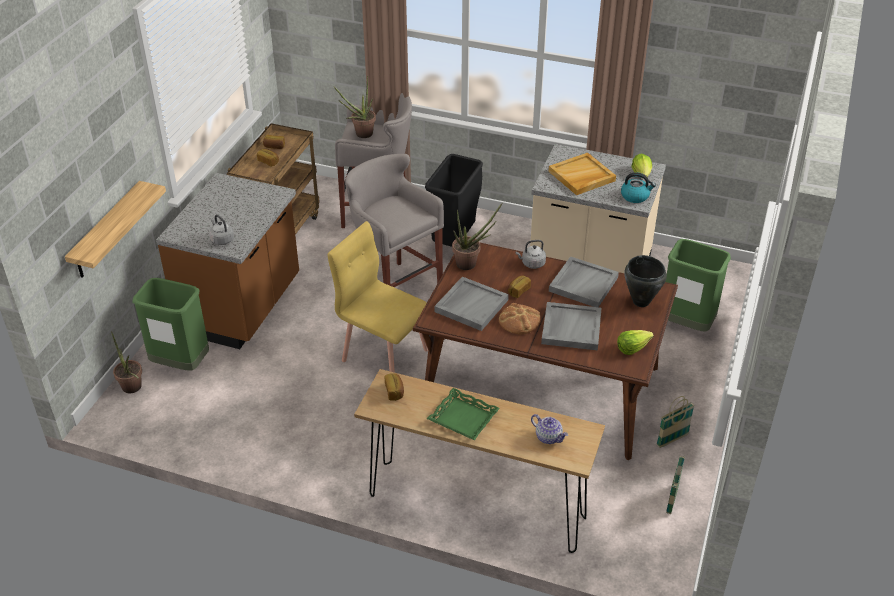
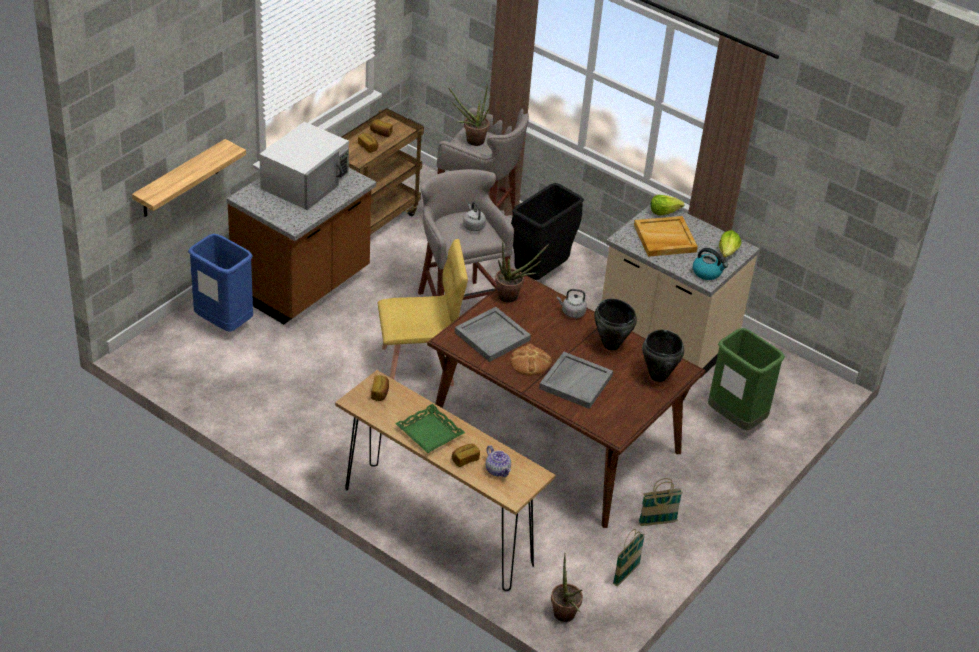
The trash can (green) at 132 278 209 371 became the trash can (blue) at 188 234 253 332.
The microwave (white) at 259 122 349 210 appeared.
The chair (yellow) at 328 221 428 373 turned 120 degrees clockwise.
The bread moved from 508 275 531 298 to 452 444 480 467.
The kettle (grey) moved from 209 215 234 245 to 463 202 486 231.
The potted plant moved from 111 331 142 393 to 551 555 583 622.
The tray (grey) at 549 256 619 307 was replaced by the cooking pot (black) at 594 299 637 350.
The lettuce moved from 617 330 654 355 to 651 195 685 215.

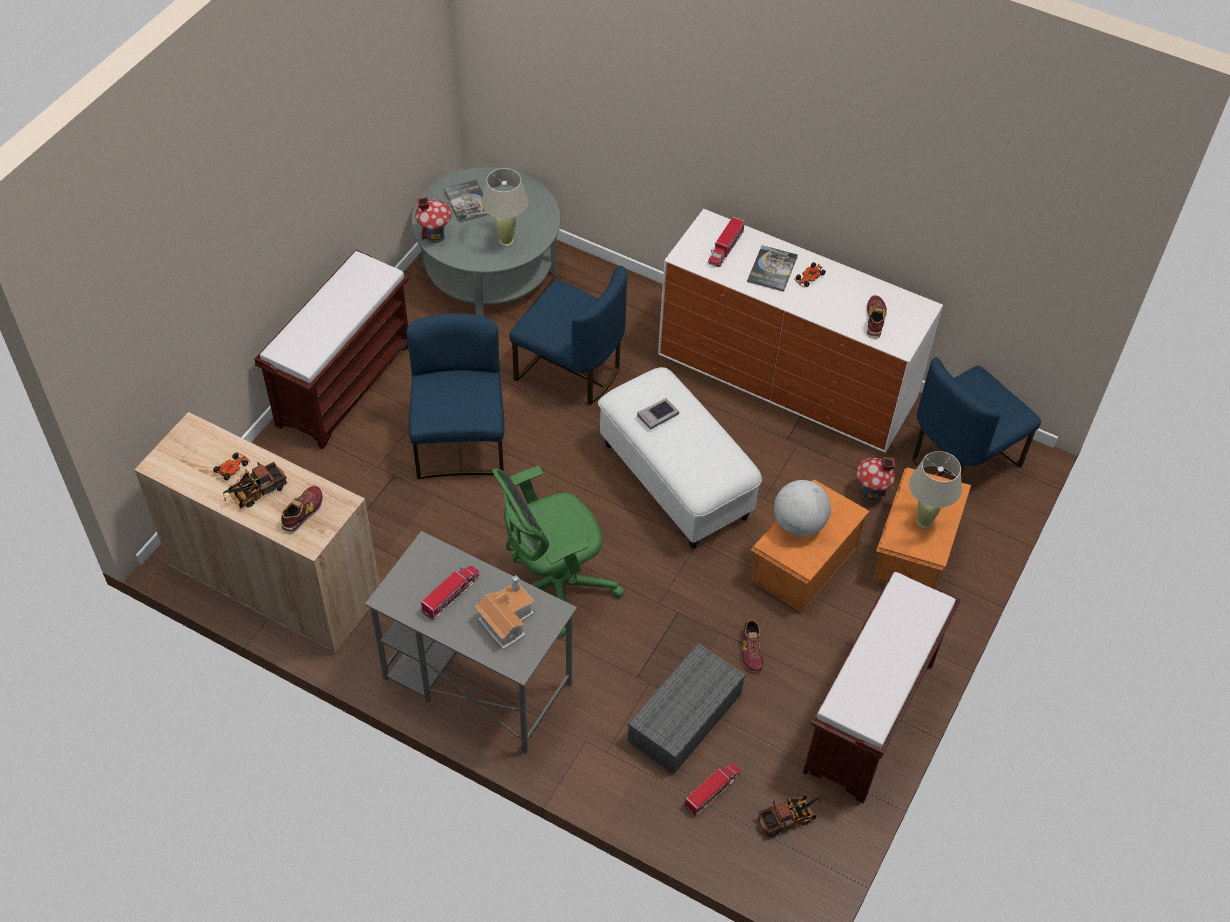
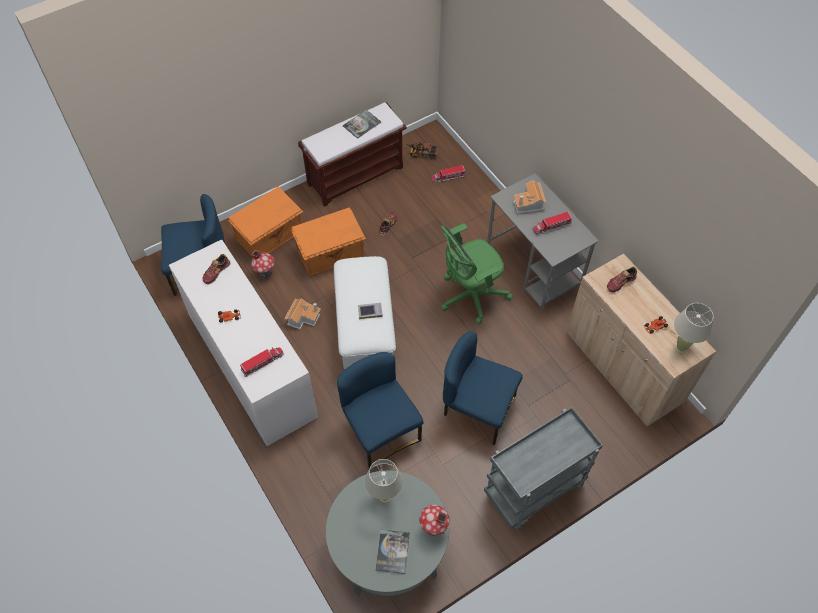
The toy house at 284 298 321 329 appeared.
The book moved from 747 245 798 292 to 343 110 381 139.
The office chair (green) at 492 466 625 637 turned 150 degrees clockwise.
The chair (blue) at 406 313 504 479 turned 90 degrees clockwise.
The bench (brown) at 254 250 410 449 was replaced by the cart (grey) at 484 407 603 529.
The table lamp (beige) moved from 909 451 962 529 to 674 303 714 353.
The toy truck at 223 461 287 509 disappeared.
The storage box (grey) at 628 643 745 775 disappeared.
The globe at 774 480 831 536 disappeared.

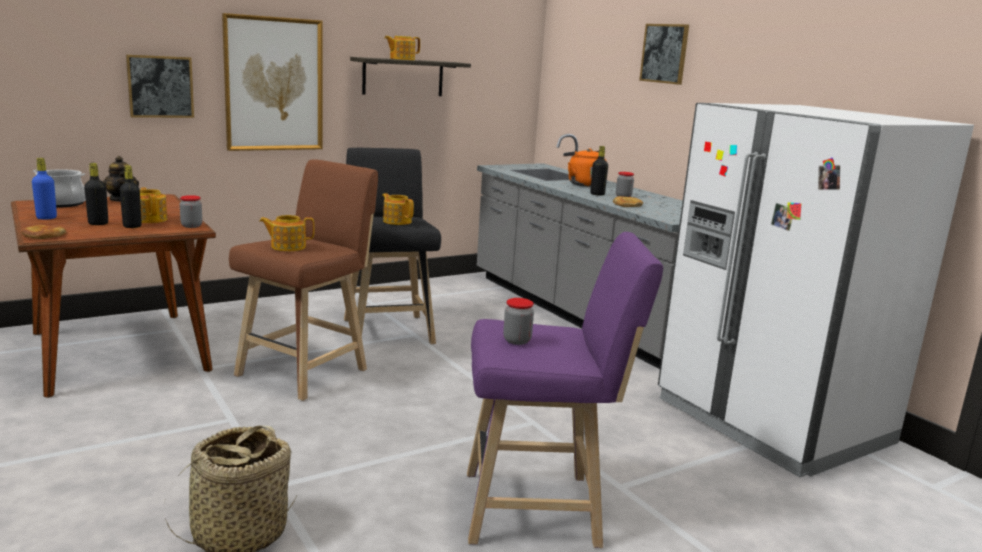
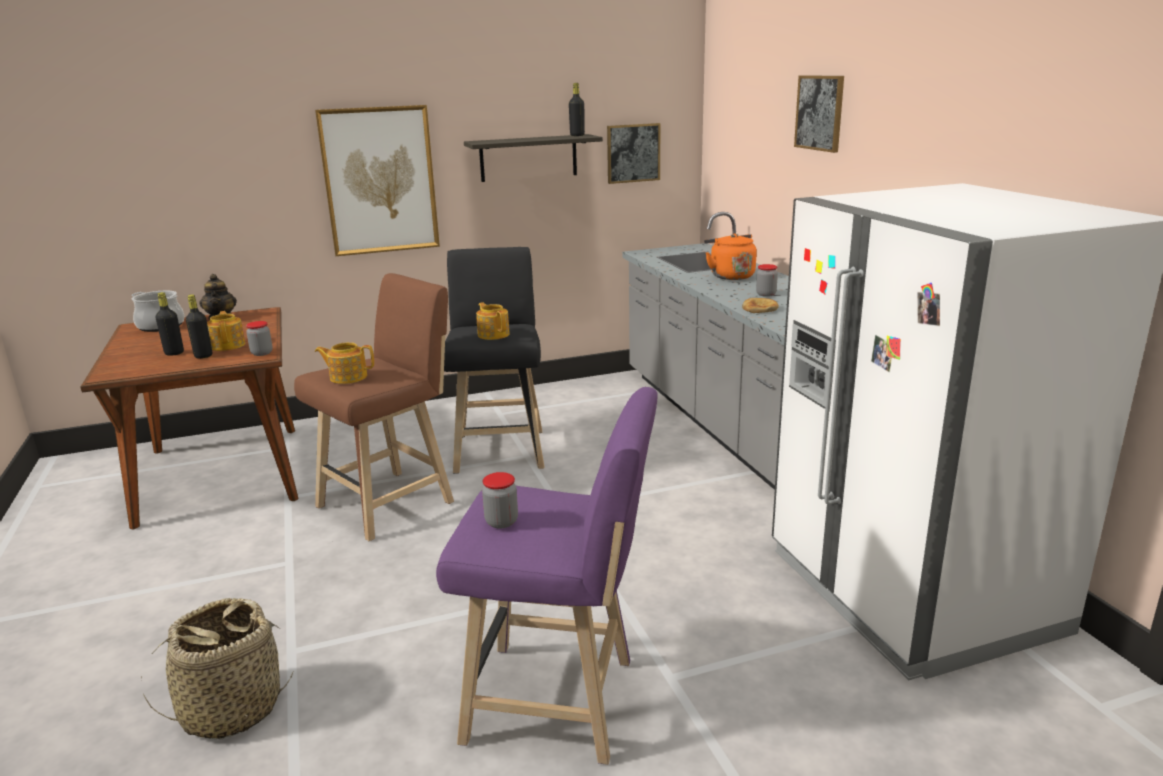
The bottle (black) moved from 590 146 608 196 to 569 83 585 136.
The picture moved from 126 54 194 118 to 607 123 661 184.
The bread at 21 225 66 239 disappeared.
The bottle (blue) at 32 158 57 219 disappeared.
The teapot at 384 36 420 60 disappeared.

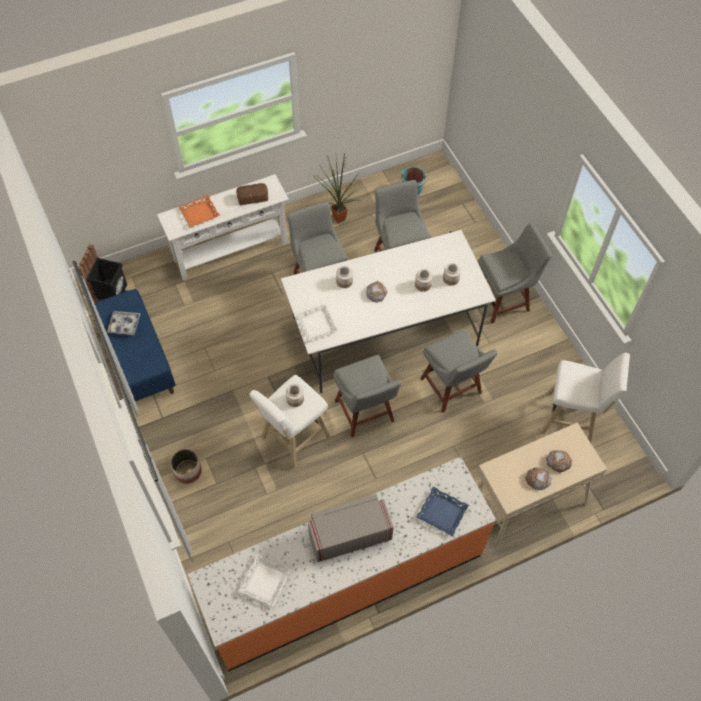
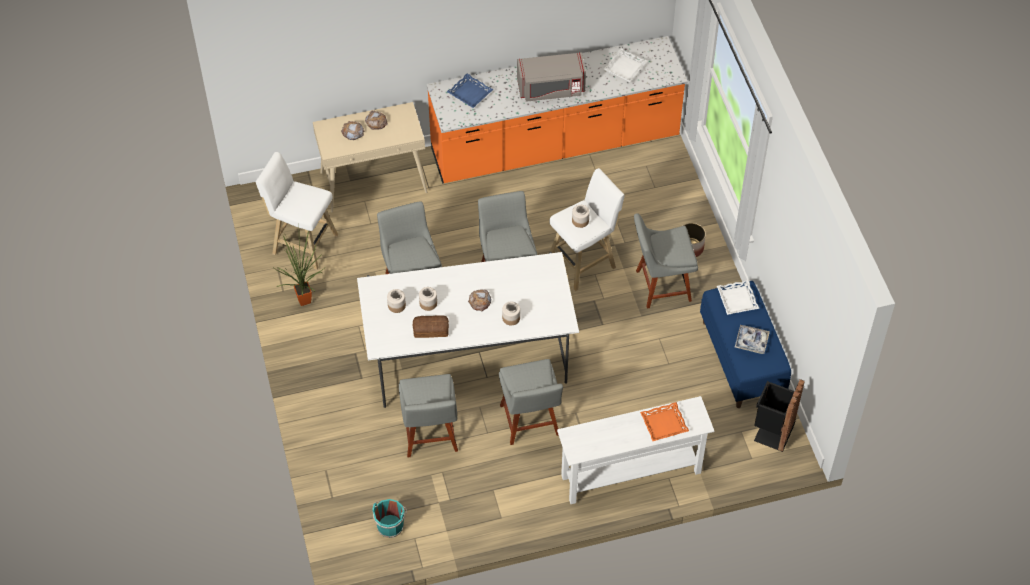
The potted plant moved from 313 153 361 223 to 274 230 323 306.
The bread moved from 236 183 268 205 to 413 315 449 338.
The chair (grey) moved from 478 223 552 323 to 634 213 698 309.
The tray (white) moved from 295 304 338 342 to 717 280 759 315.

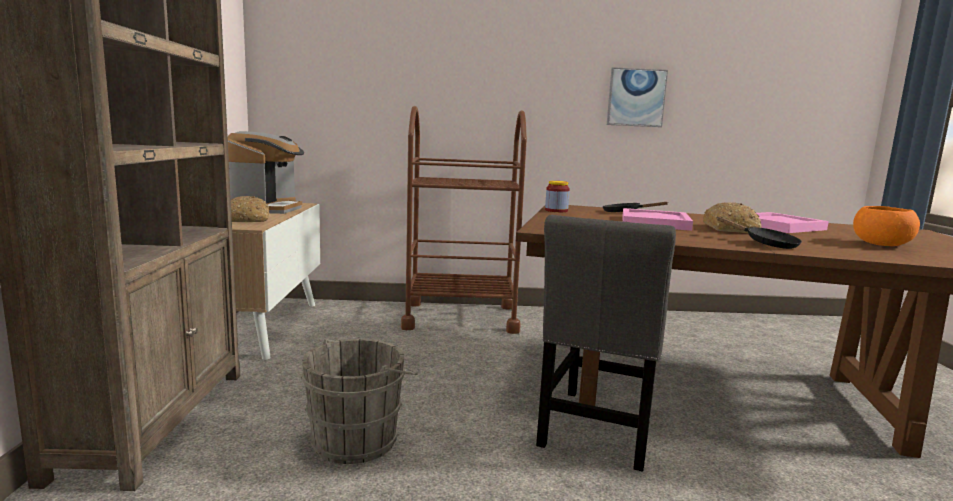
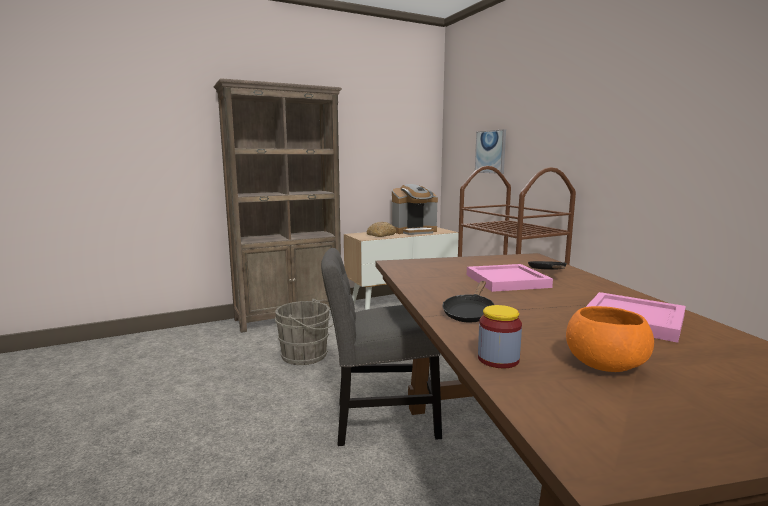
The picture moved from 607 67 668 127 to 475 129 506 174.
The jar moved from 545 181 570 212 to 478 305 522 368.
The bread at 703 202 762 233 disappeared.

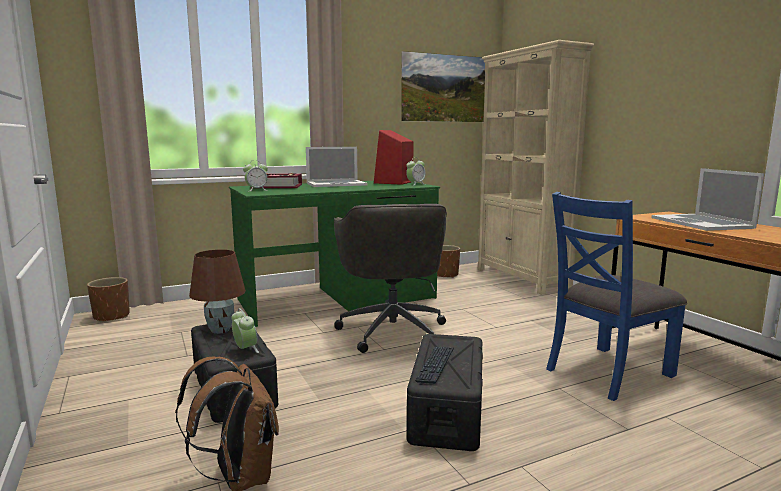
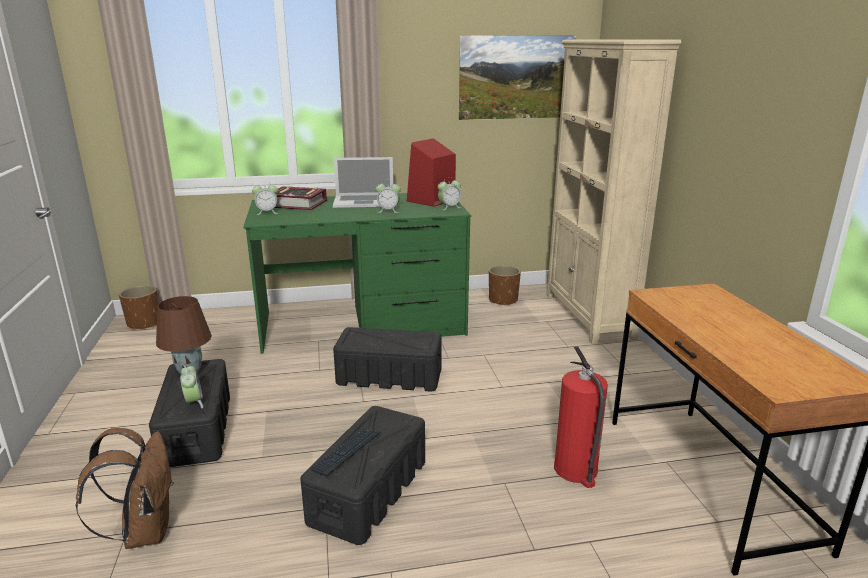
The office chair (grey) at 334 204 447 353 was replaced by the storage box (black) at 333 327 442 391.
The alarm clock at 375 180 401 213 appeared.
The chair (blue) at 546 192 687 401 was replaced by the fire extinguisher at 554 346 608 488.
The laptop at 651 168 764 231 disappeared.

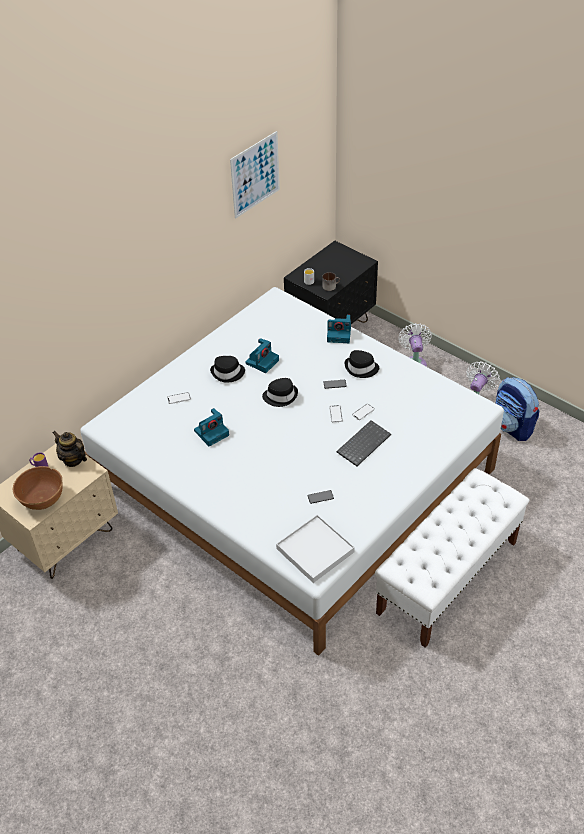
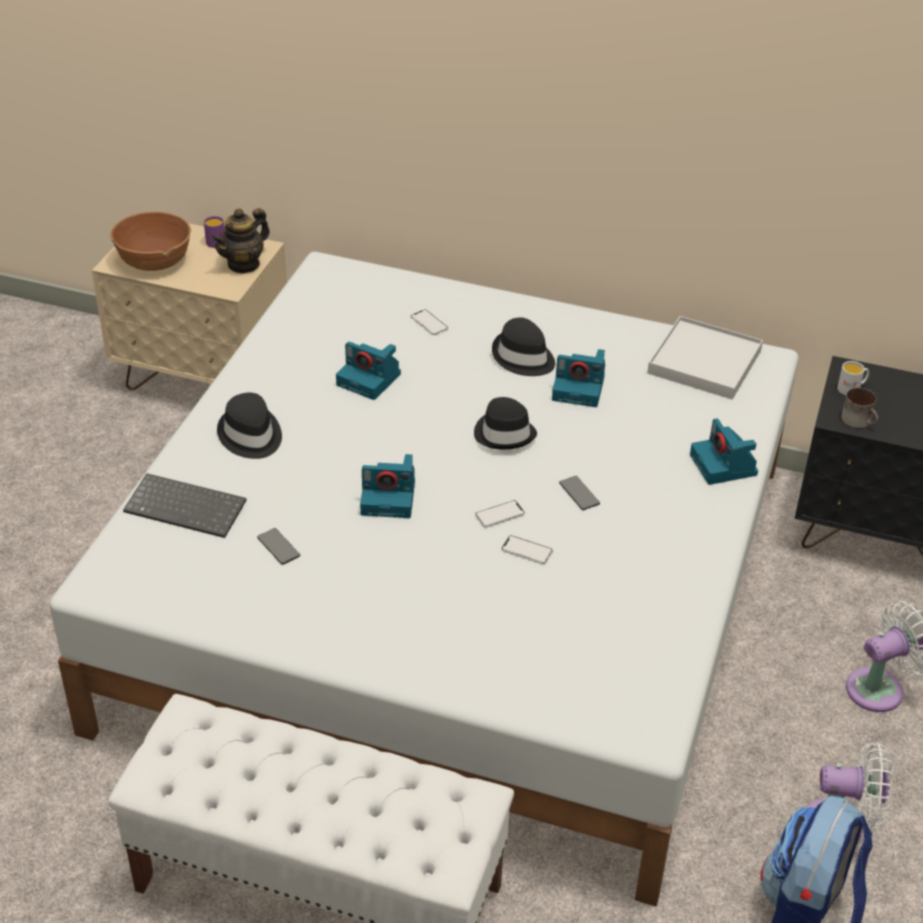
The keyboard moved from 337 420 391 466 to 123 473 246 538.
The teapot at 53 431 87 467 turned 150 degrees counterclockwise.
The hat (black) moved from 344 350 379 378 to 217 393 282 459.
The photo camera at 360 454 415 518 appeared.
The tray (white) moved from 276 515 355 583 to 647 316 763 400.
The picture at 230 131 280 219 disappeared.

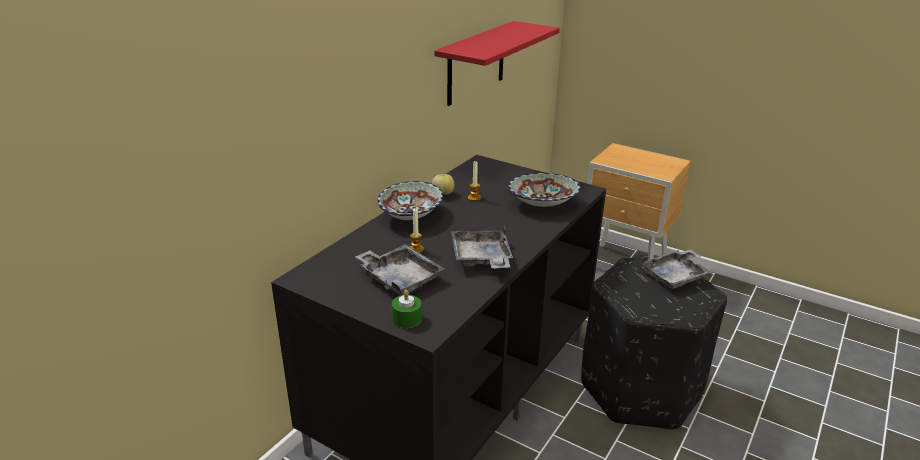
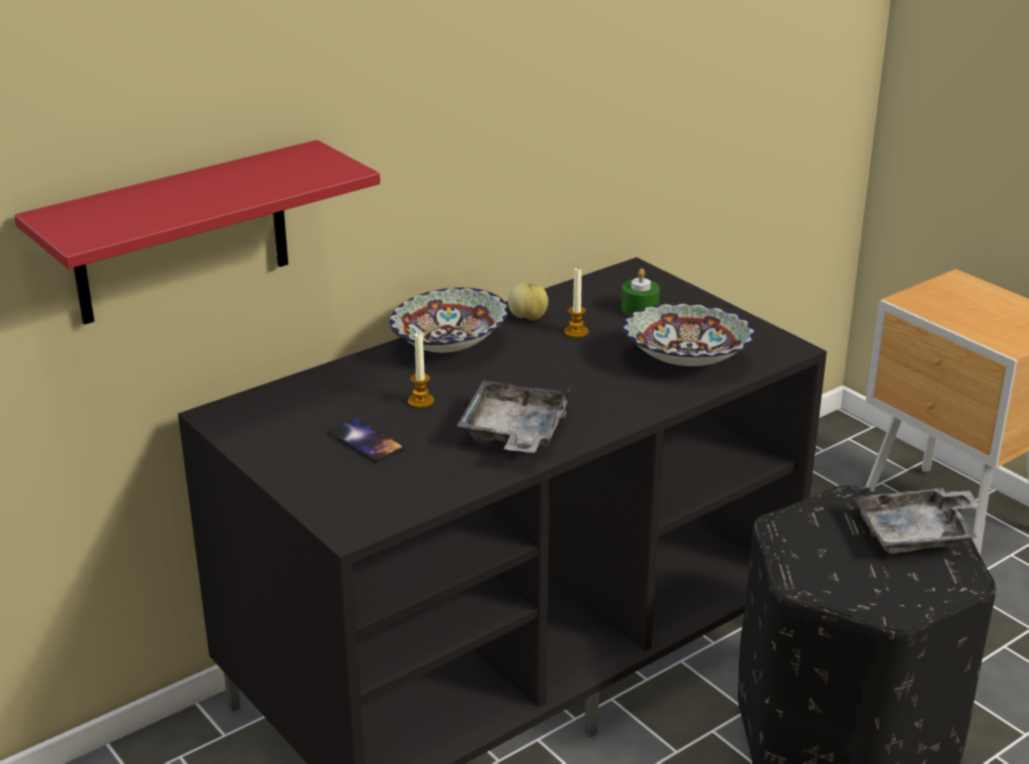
The shelf (red) moved from 434 21 560 106 to 14 140 380 325.
The tray (grey) at 355 244 444 296 was replaced by the phone at 328 418 404 463.
The candle (green) moved from 392 290 422 328 to 621 268 660 316.

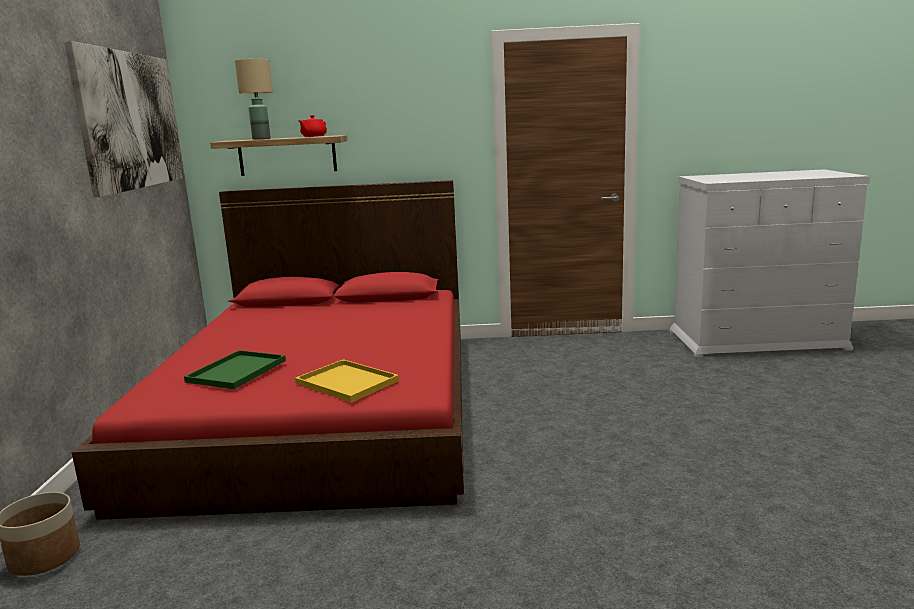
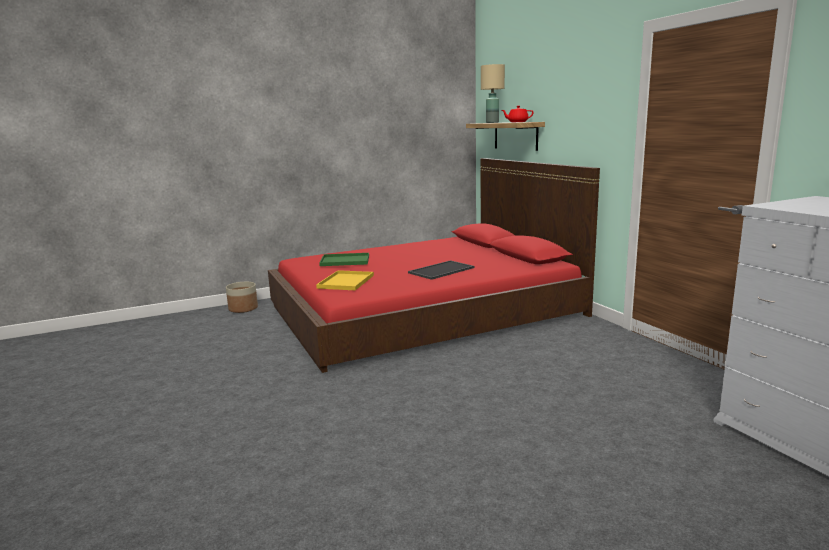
The tray at 408 260 474 280 appeared.
The picture at 64 41 185 197 disappeared.

